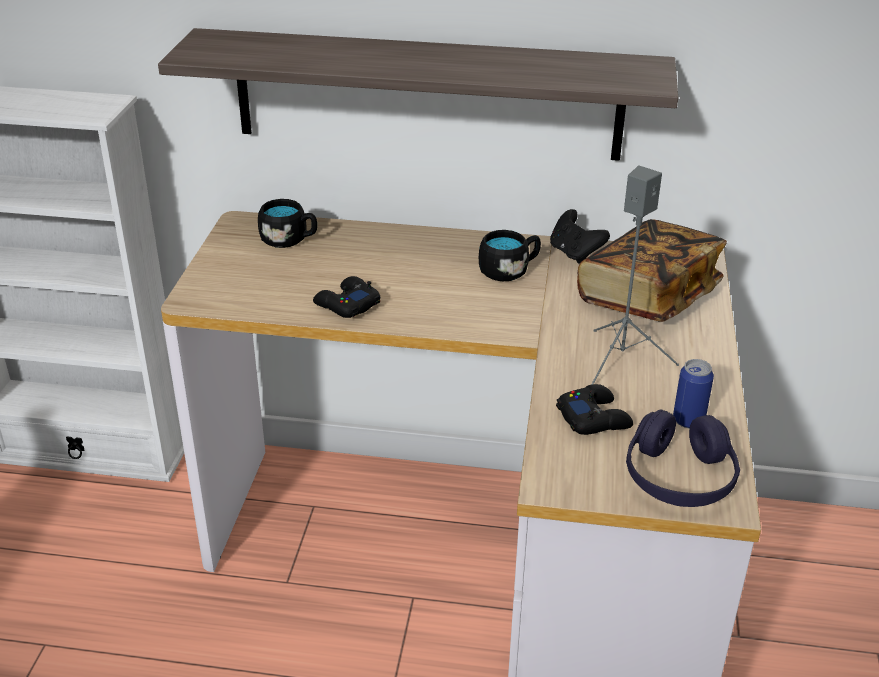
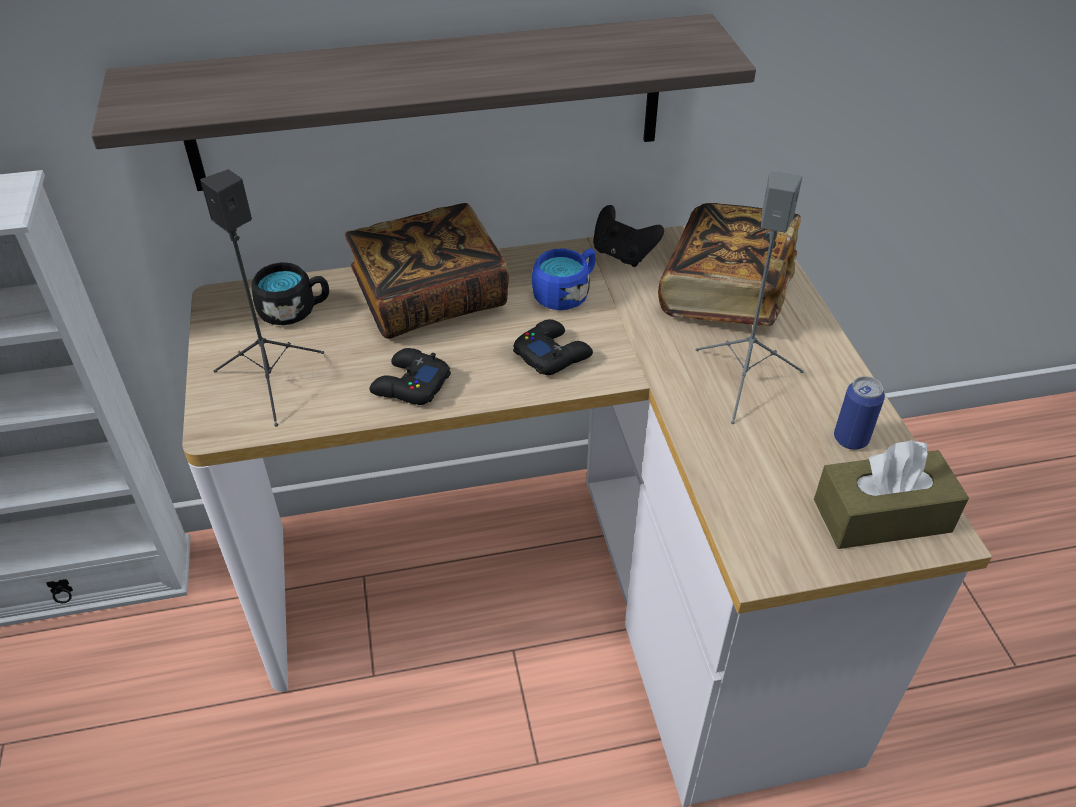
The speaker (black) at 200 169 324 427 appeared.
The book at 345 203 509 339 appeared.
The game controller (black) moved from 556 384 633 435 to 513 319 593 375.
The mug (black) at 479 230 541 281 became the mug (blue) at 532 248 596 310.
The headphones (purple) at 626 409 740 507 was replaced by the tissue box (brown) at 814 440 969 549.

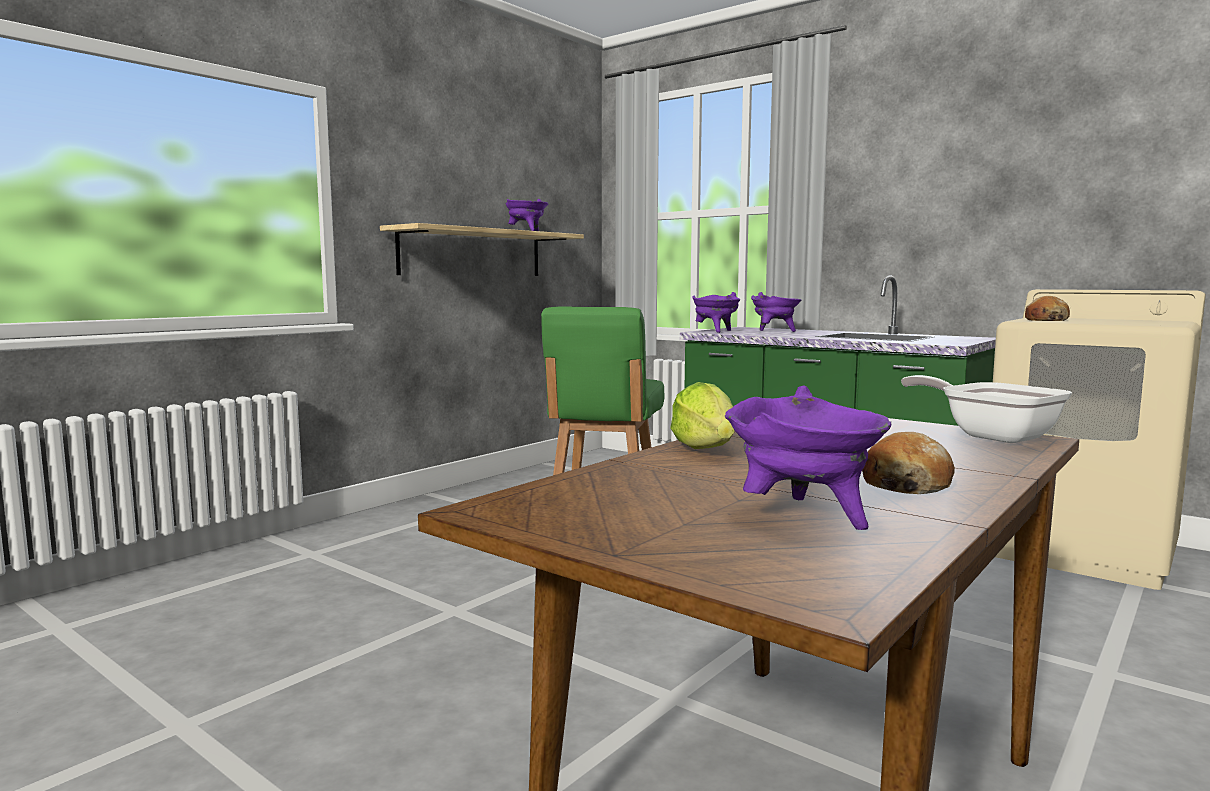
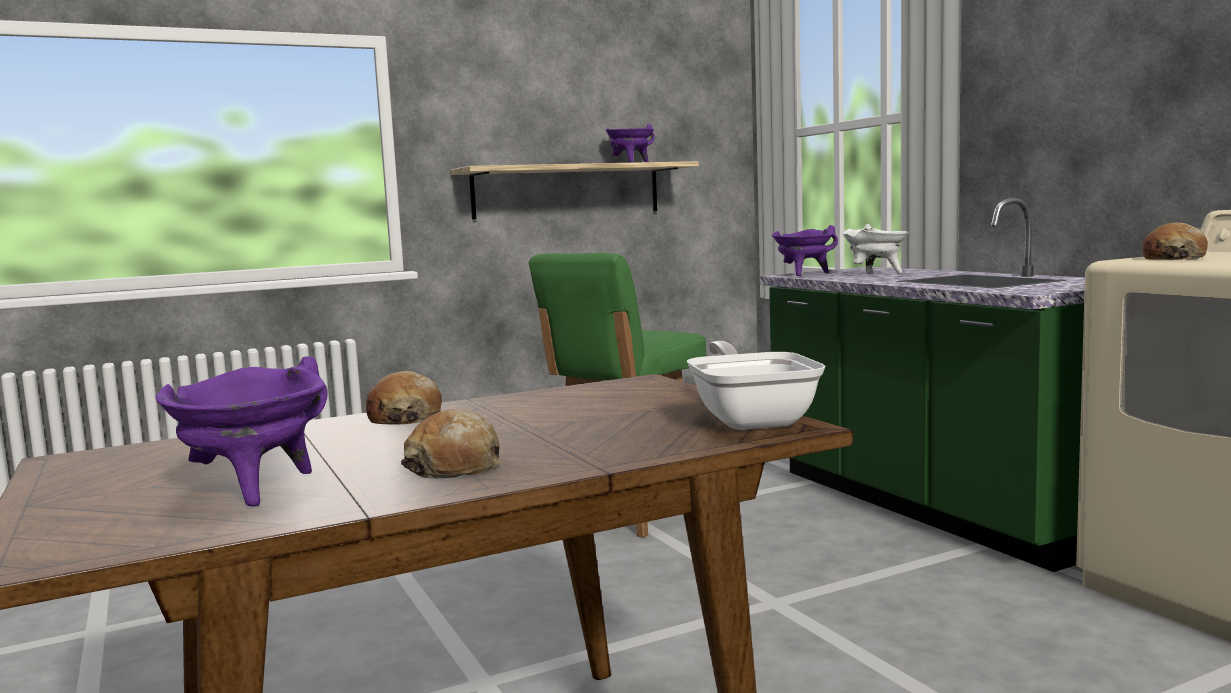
The lettuce at 670 382 735 449 was replaced by the bread at 366 371 442 424.
The cooking pot (purple) at 751 292 801 332 became the cooking pot (white) at 842 224 909 274.

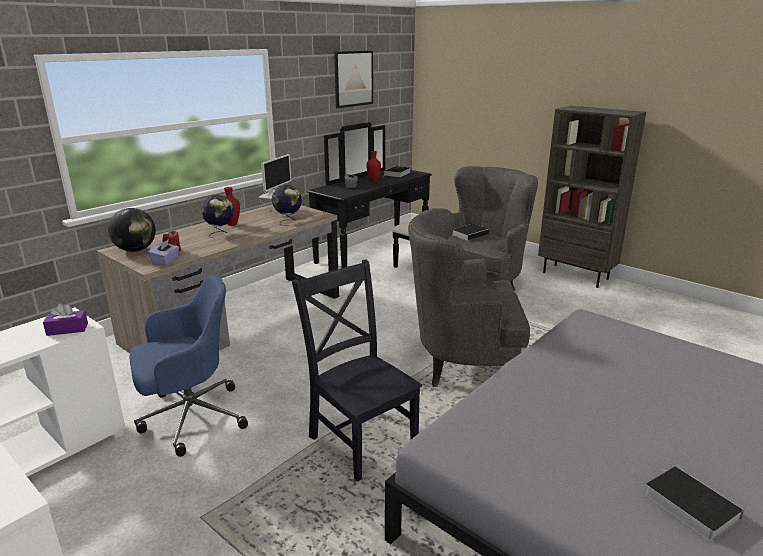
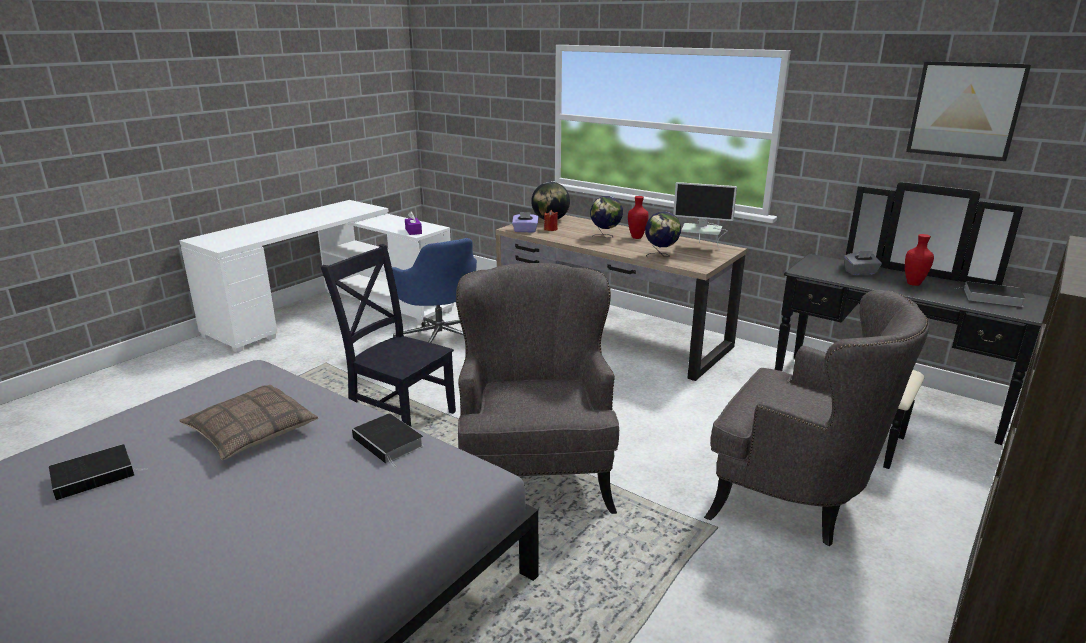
The pillow at 179 385 318 460 appeared.
The chair (black) at 292 260 422 482 turned 105 degrees counterclockwise.
The book moved from 452 224 489 241 to 352 413 424 468.

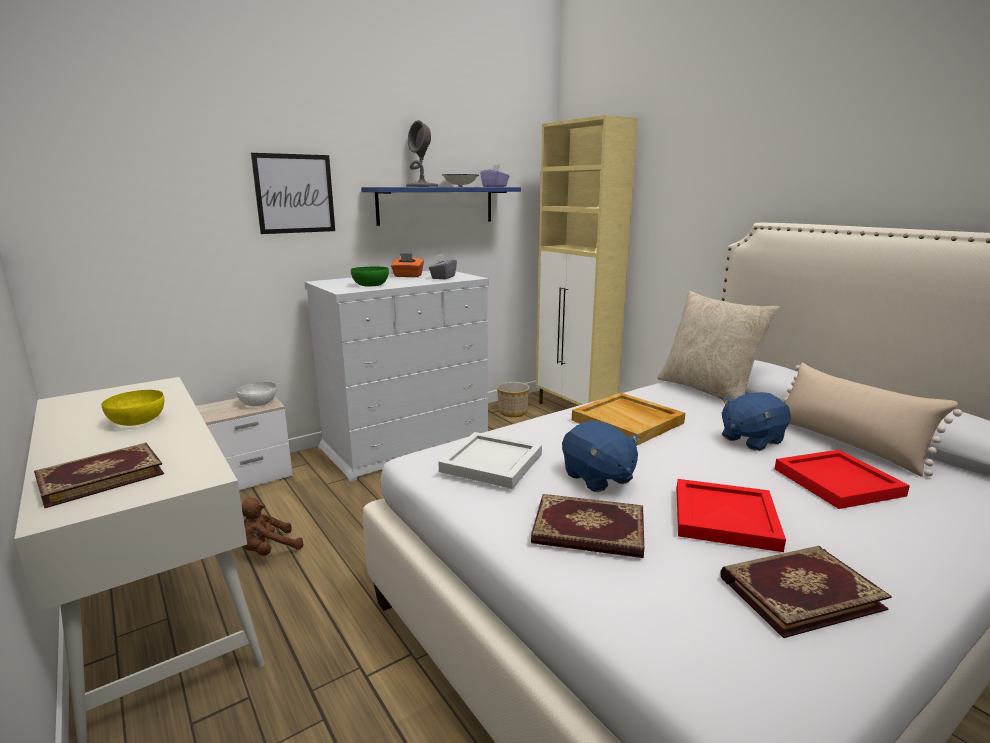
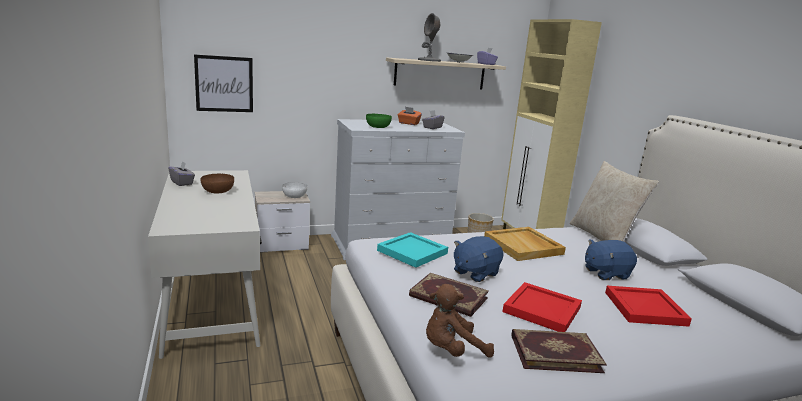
The tissue box (grey) at 168 161 195 186 appeared.
The picture moved from 251 153 335 234 to 194 55 253 112.
The bowl (yellow) at 101 390 164 426 became the bowl (brown) at 200 174 234 193.
The tray (white) at 438 432 542 489 became the tray (turquoise) at 377 232 448 268.
The shelf (blue) at 361 187 521 226 became the shelf (beige) at 386 58 506 89.
The plush toy (brown) moved from 241 498 304 556 to 426 284 494 358.
The plush toy (blue) at 562 421 640 492 turned 60 degrees clockwise.
The book at 34 443 164 508 disappeared.
The pillow (beige) at 784 362 962 477 disappeared.

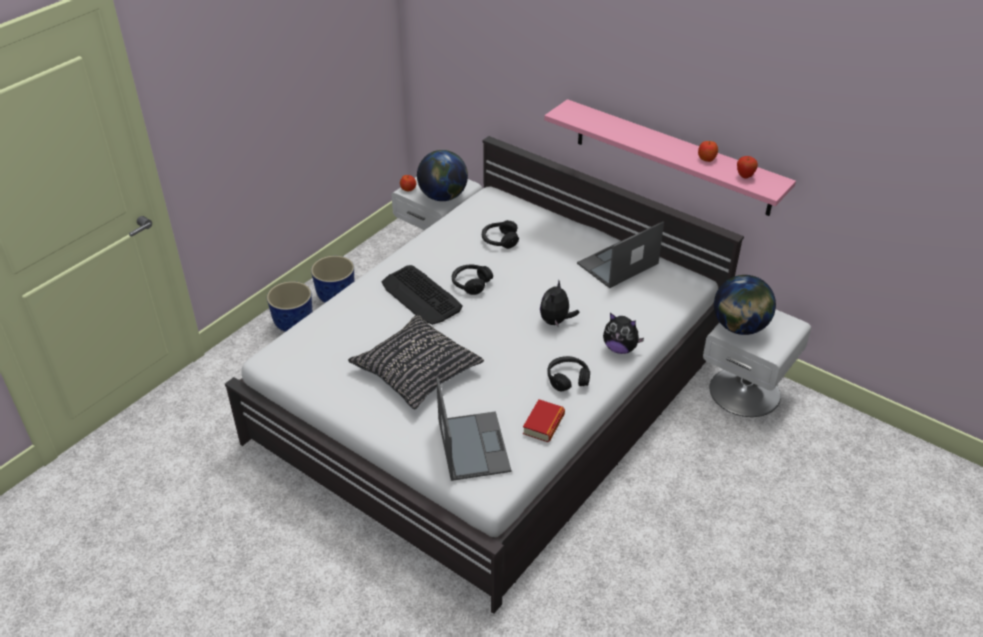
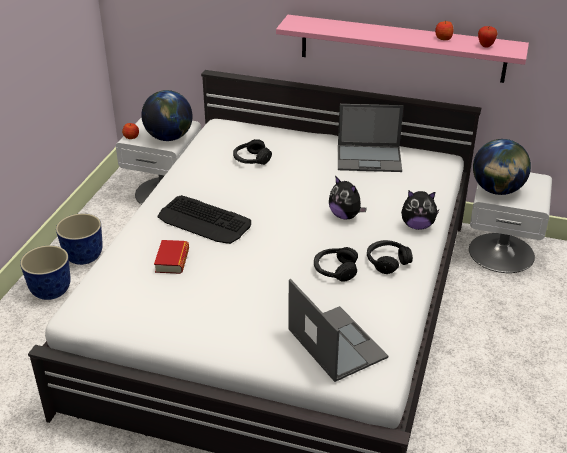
The book moved from 523 399 565 442 to 154 240 189 274.
The headphones (black) moved from 452 265 493 295 to 314 247 358 282.
The plush toy at 540 279 580 327 turned 45 degrees counterclockwise.
The laptop at 577 221 664 288 turned 120 degrees counterclockwise.
The pillow (black) at 348 314 484 409 disappeared.

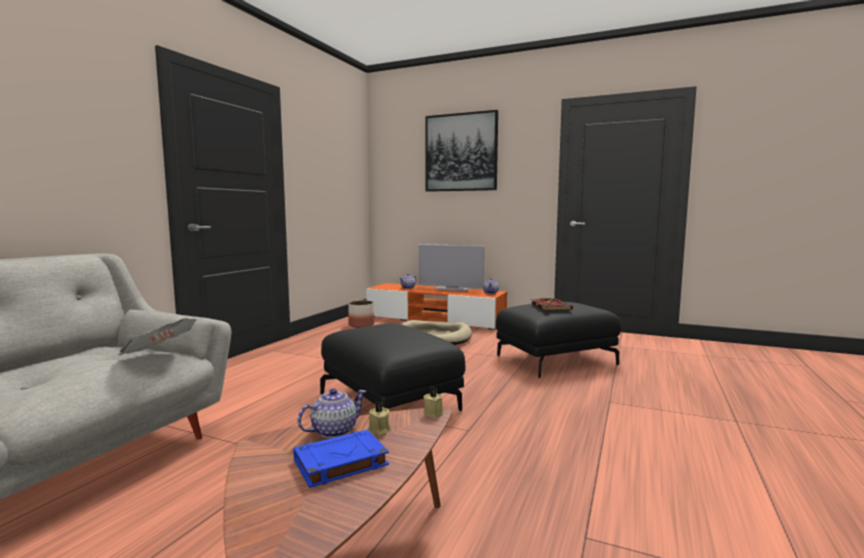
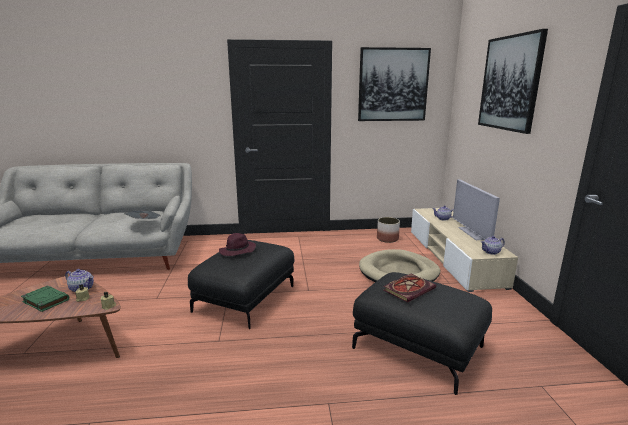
The book (blue) at 293 430 389 488 became the book (green) at 21 286 69 312.
The hat (purple) at 219 233 256 256 appeared.
The picture at 358 47 431 121 appeared.
The tv stand (orange) at 366 283 507 330 became the tv stand (beige) at 411 208 518 292.

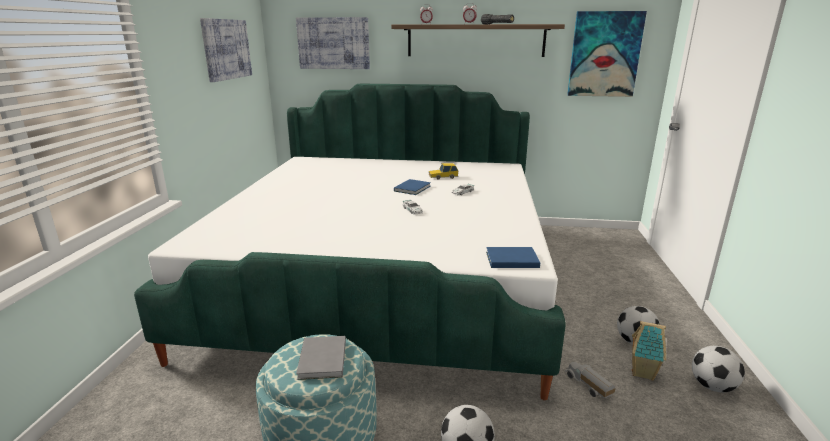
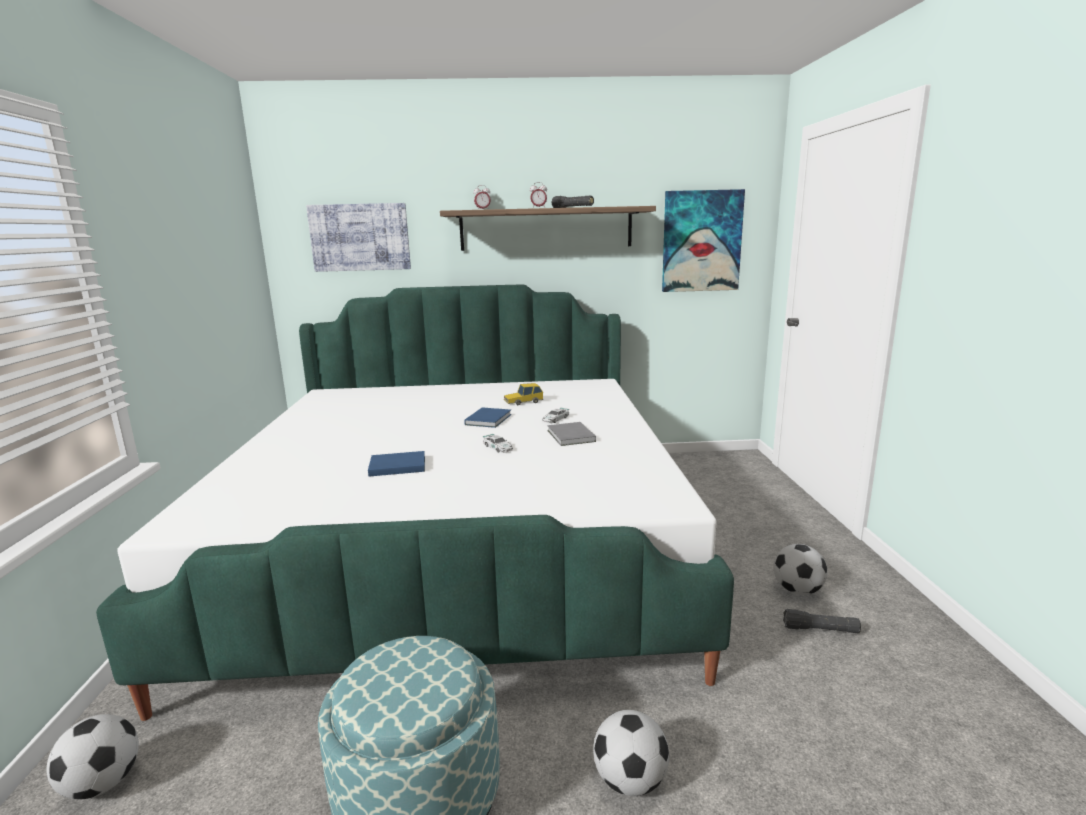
The football moved from 692 346 745 392 to 46 714 139 800.
The book (blue) moved from 486 247 540 268 to 368 451 425 477.
The book (grey) moved from 296 336 346 380 to 547 422 596 446.
The toy house at 632 321 666 381 was replaced by the flashlight (black) at 783 609 861 633.
The picture at 200 18 252 82 disappeared.
The toy truck at 565 362 616 399 disappeared.

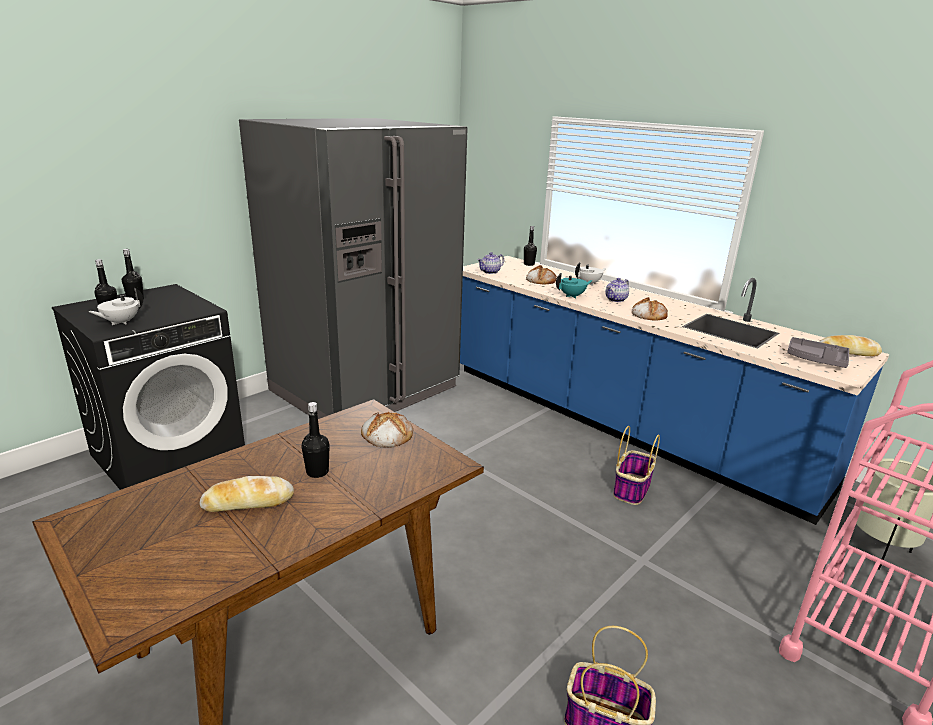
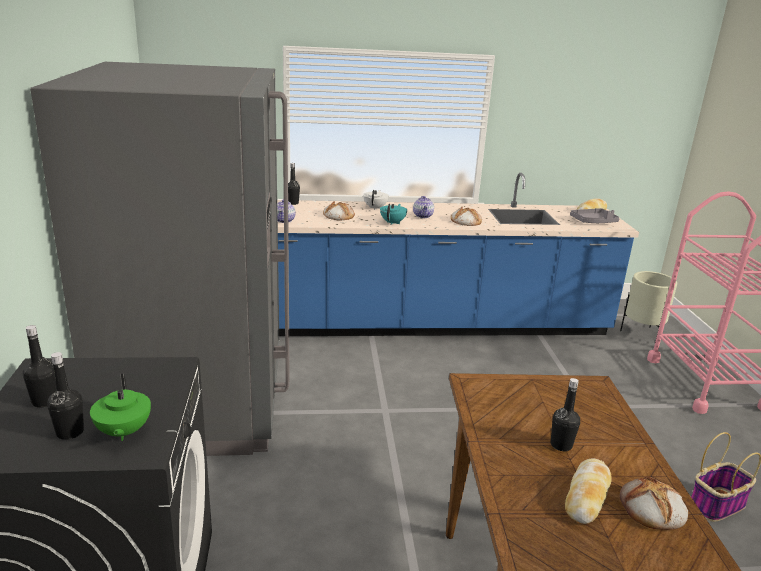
The teapot (white) at 88 288 143 325 became the teapot (green) at 90 374 151 441.
The bread moved from 361 412 413 448 to 620 477 688 530.
The basket at 613 426 660 505 disappeared.

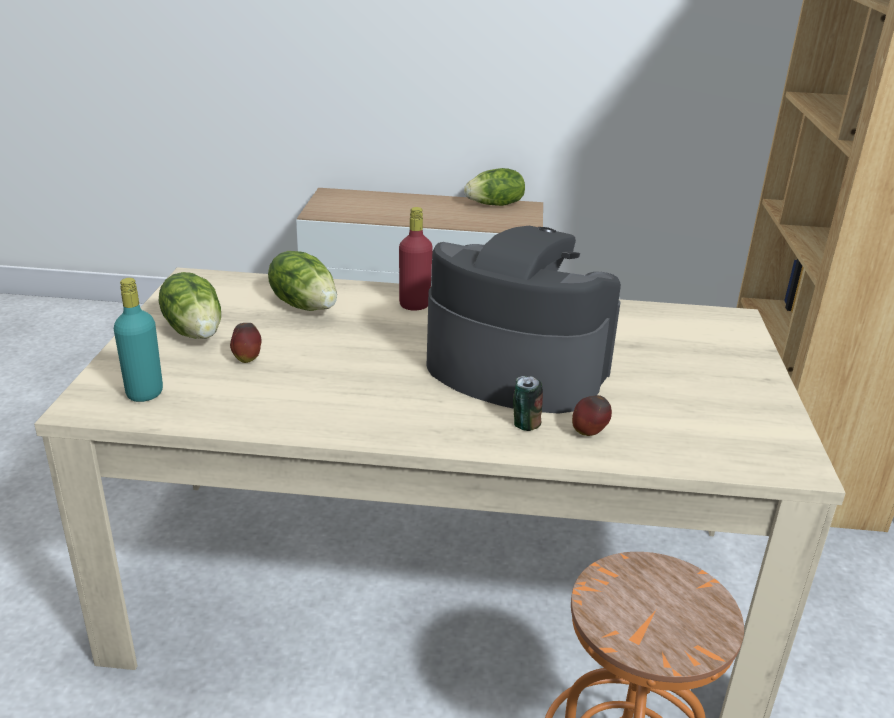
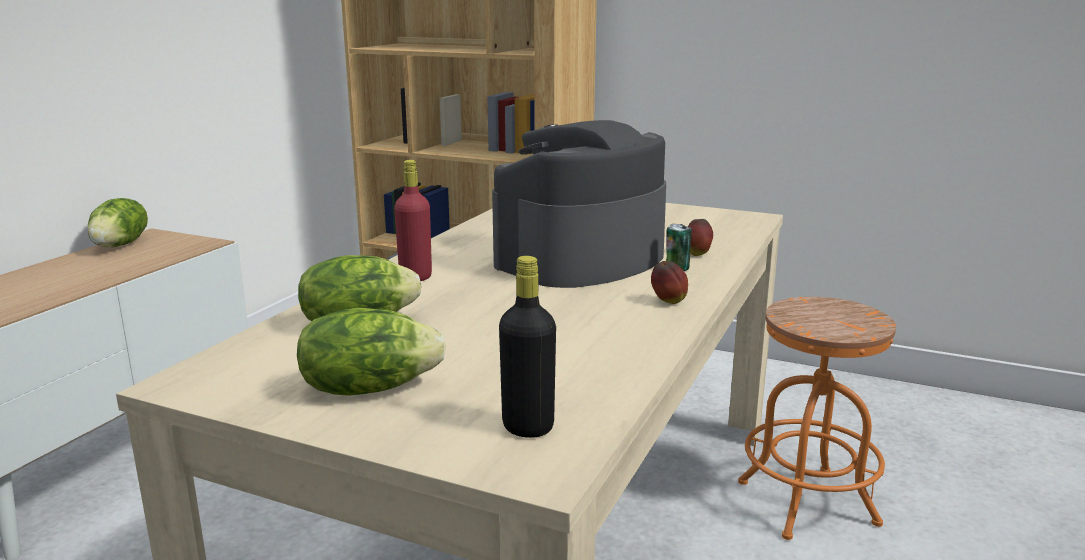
The bottle (turquoise) at 114 278 163 402 became the bottle (black) at 499 256 556 438.
The apple moved from 230 323 261 363 to 651 261 688 304.

